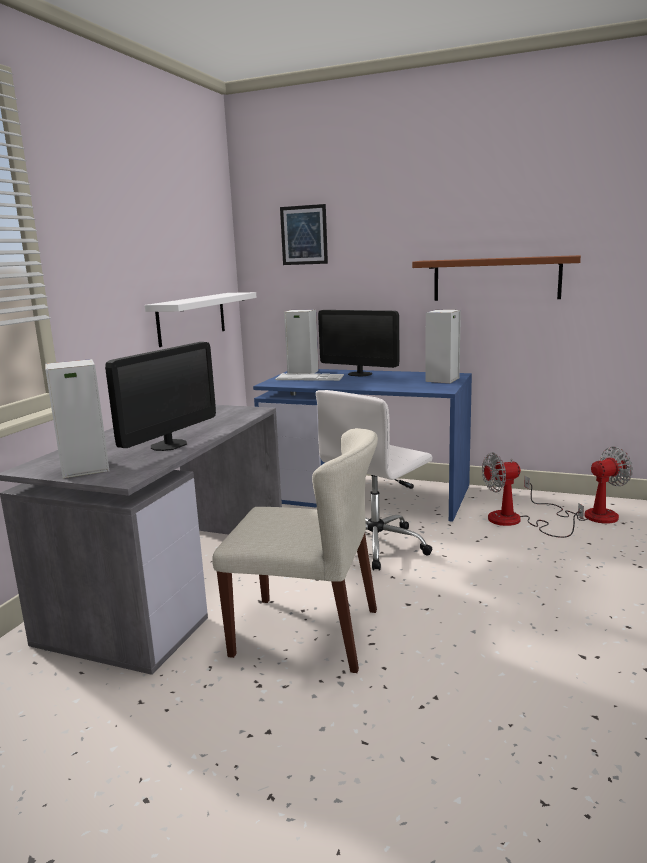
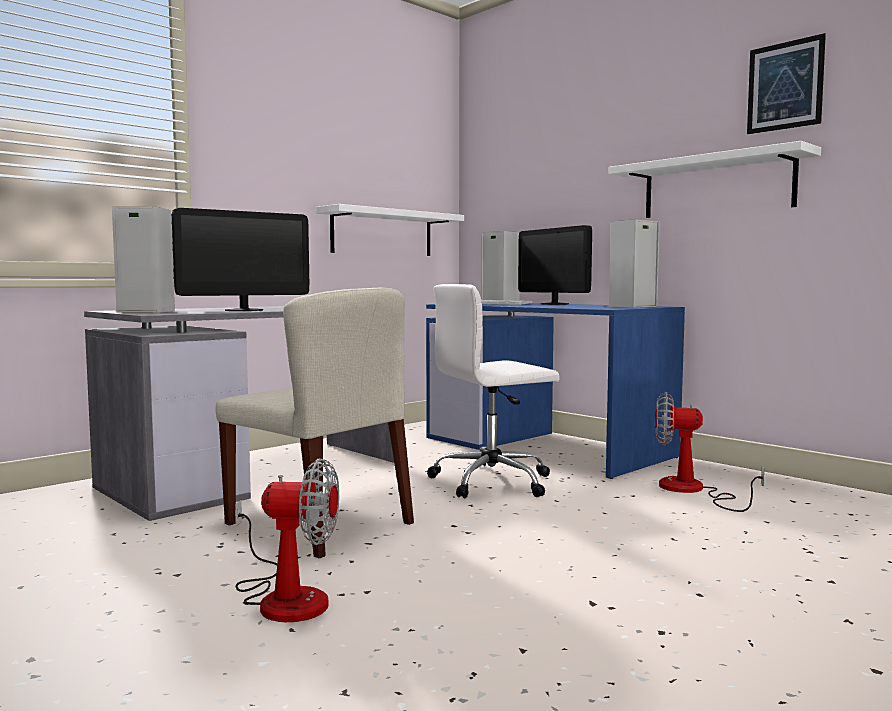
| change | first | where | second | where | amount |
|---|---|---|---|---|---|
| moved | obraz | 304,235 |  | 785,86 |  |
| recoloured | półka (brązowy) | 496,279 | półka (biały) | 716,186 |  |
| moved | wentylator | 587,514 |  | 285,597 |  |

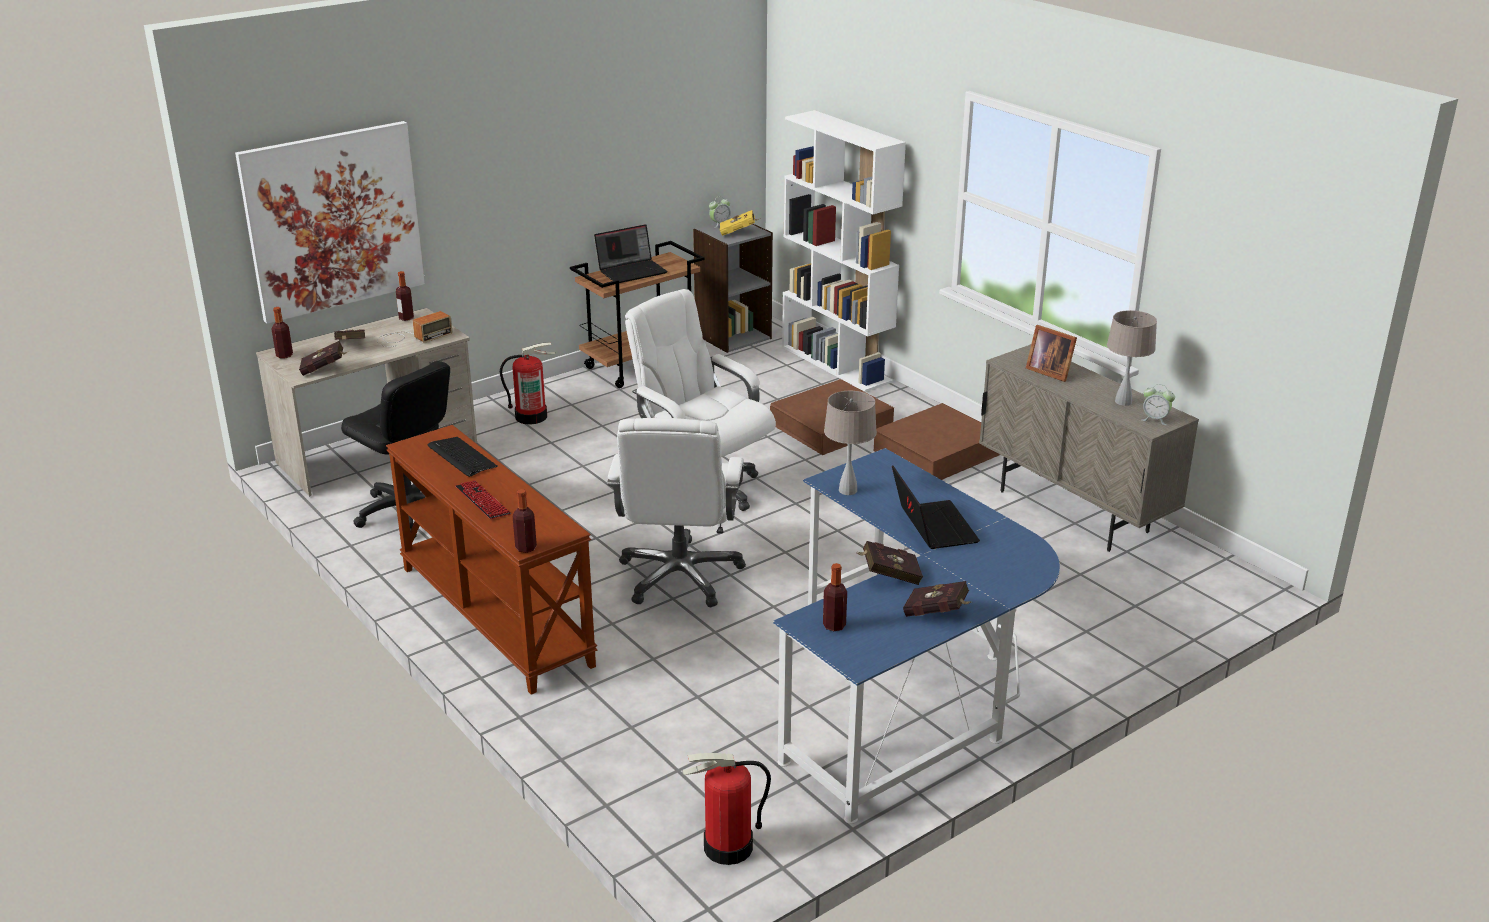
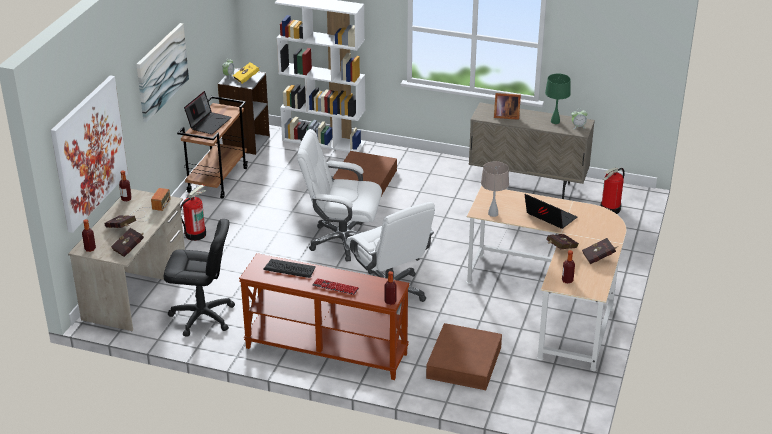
| change | first | where | second | where | amount |
|---|---|---|---|---|---|
| recoloured | lampa stołowa (beżowy) | 1123,402 | lampa stołowa (zielony) | 555,121 |  |
| moved | pojemnik do przechowywania (brązowy) | 936,452 |  | 464,362 |  |
| recoloured | biurko (niebieski) | 910,689 | biurko (beżowy) | 553,302 |  |
| moved | gaśnica | 728,847 |  | 610,209 |  |
| added |  |  | obraz | 161,71 |  |

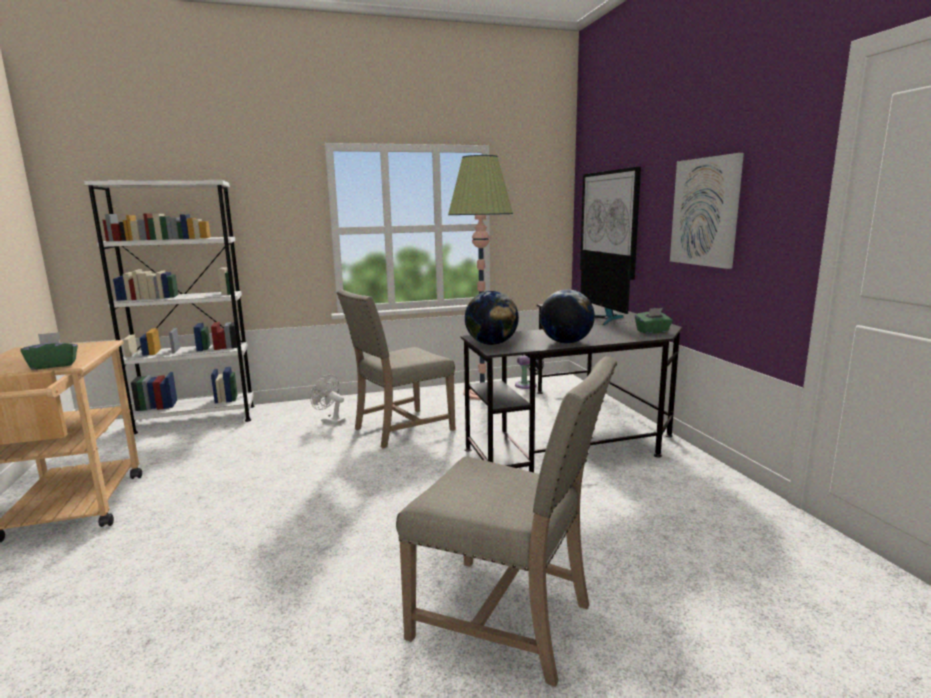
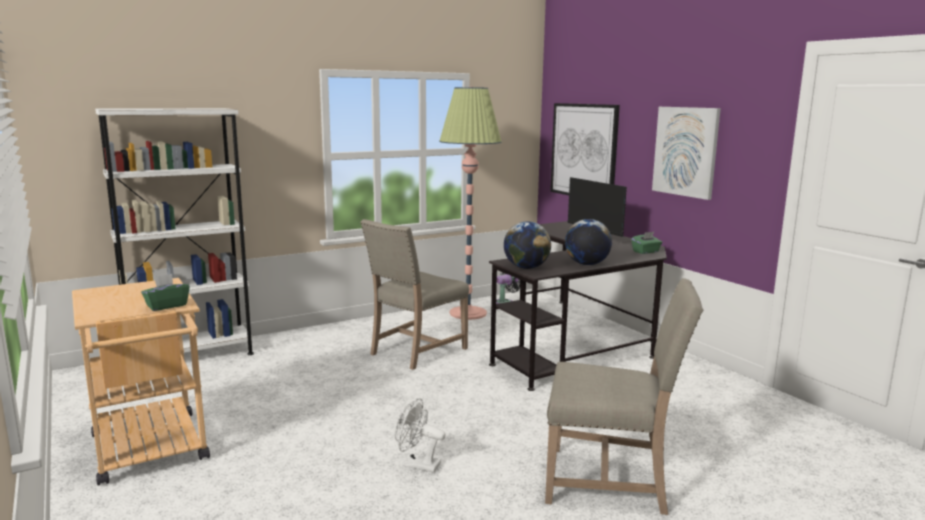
| change | first | where | second | where | amount |
|---|---|---|---|---|---|
| moved | wentylator (biały) | 330,421 |  | 417,465 |  |

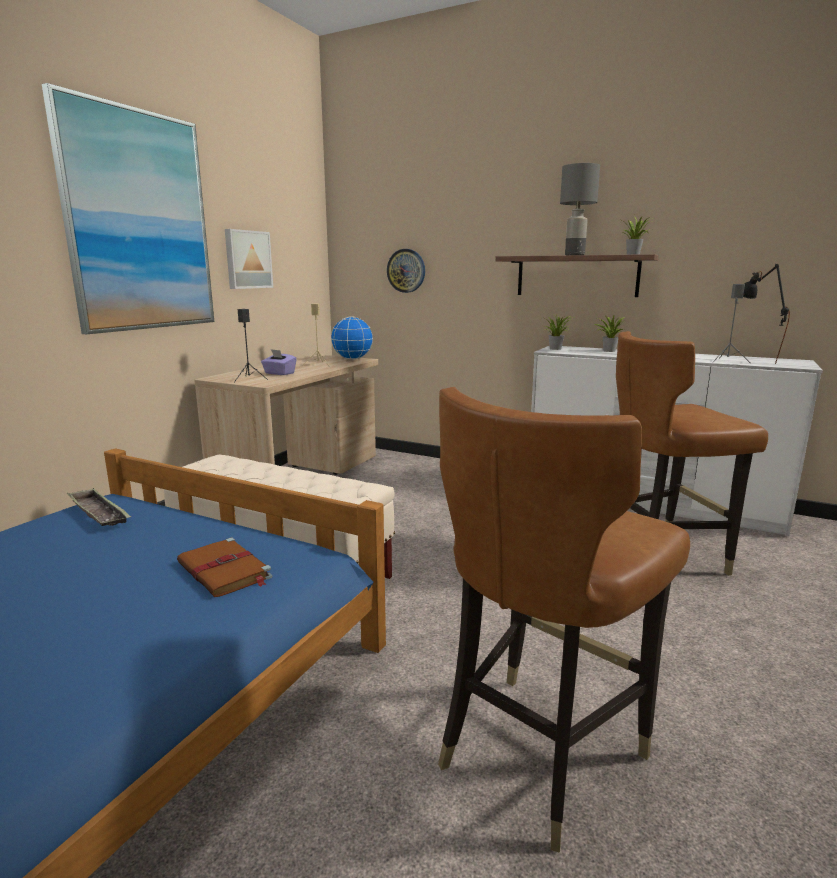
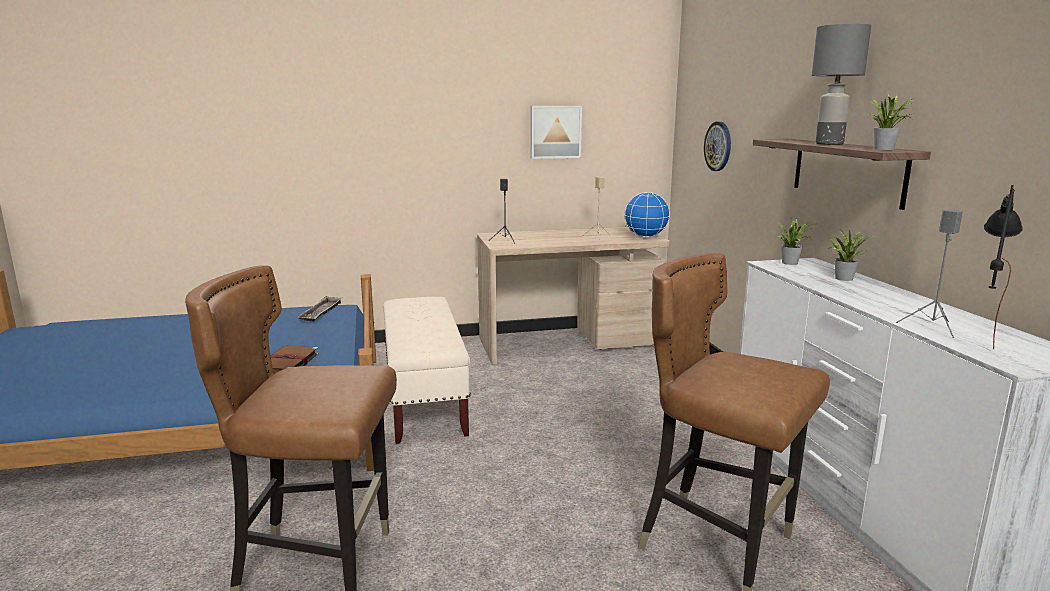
| change | first | where | second | where | amount |
|---|---|---|---|---|---|
| removed | obraz | 139,222 |  |  |  |
| removed | pudełko chusteczek (fioletowy) | 279,373 |  |  |  |

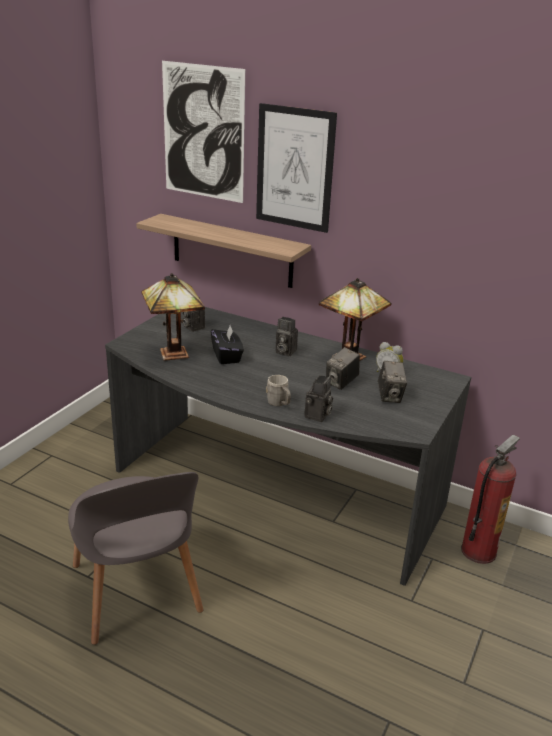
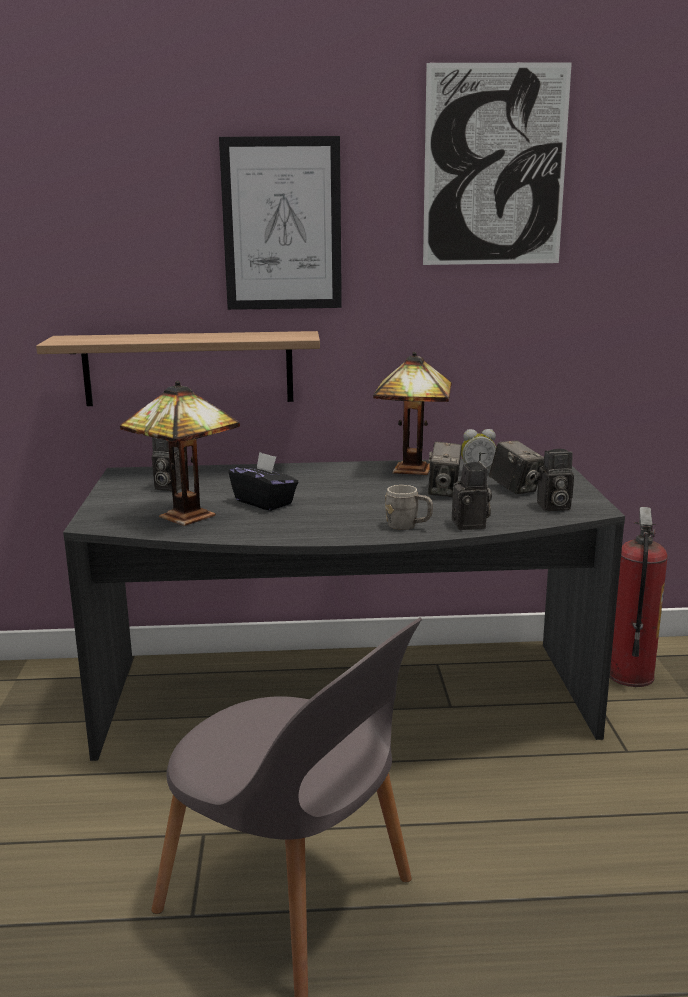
| change | first | where | second | where | amount |
|---|---|---|---|---|---|
| moved | obraz | 203,132 |  | 495,166 |  |
| moved | aparat fotograficzny | 284,351 |  | 552,507 |  |

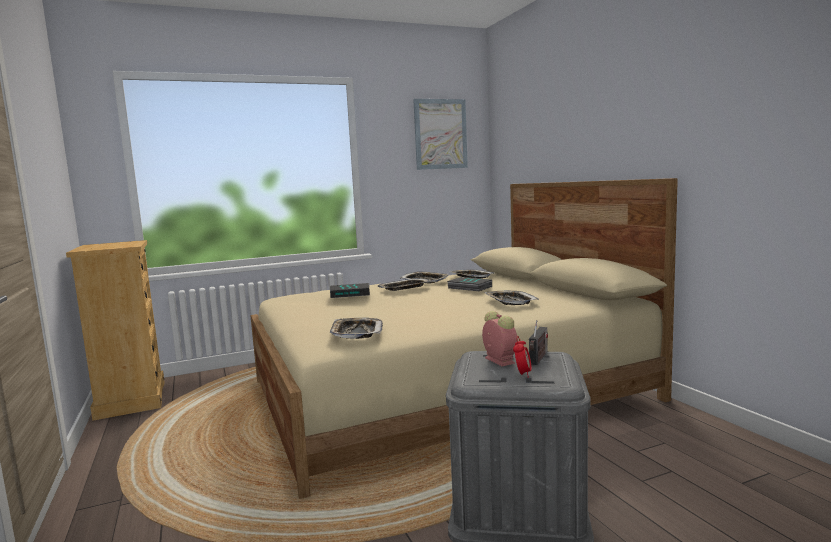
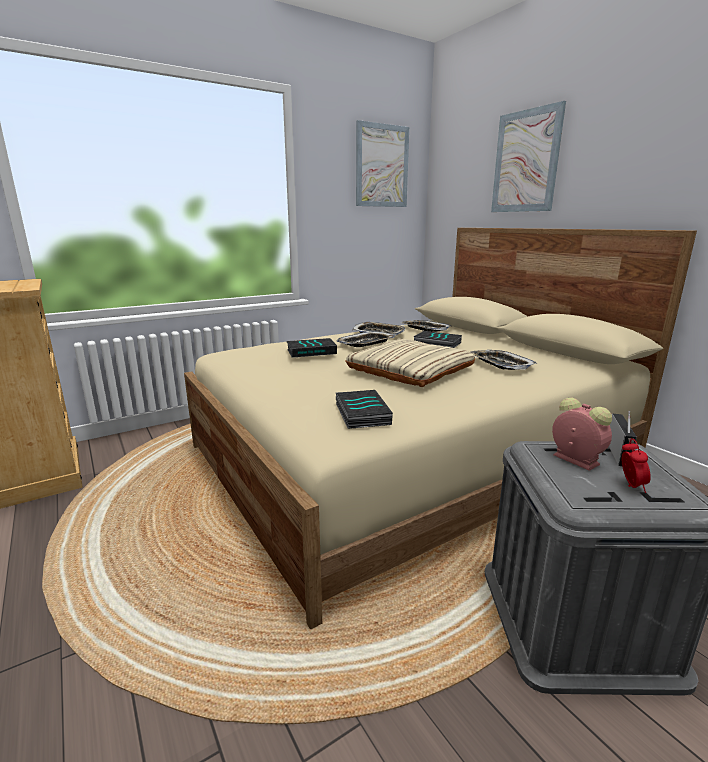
| change | first | where | second | where | amount |
|---|---|---|---|---|---|
| replaced | taca | 356,333 | książka | 360,413 |  |
| added |  |  | obraz | 526,162 |  |
| added |  |  | poduszka (beżowy) | 410,370 |  |

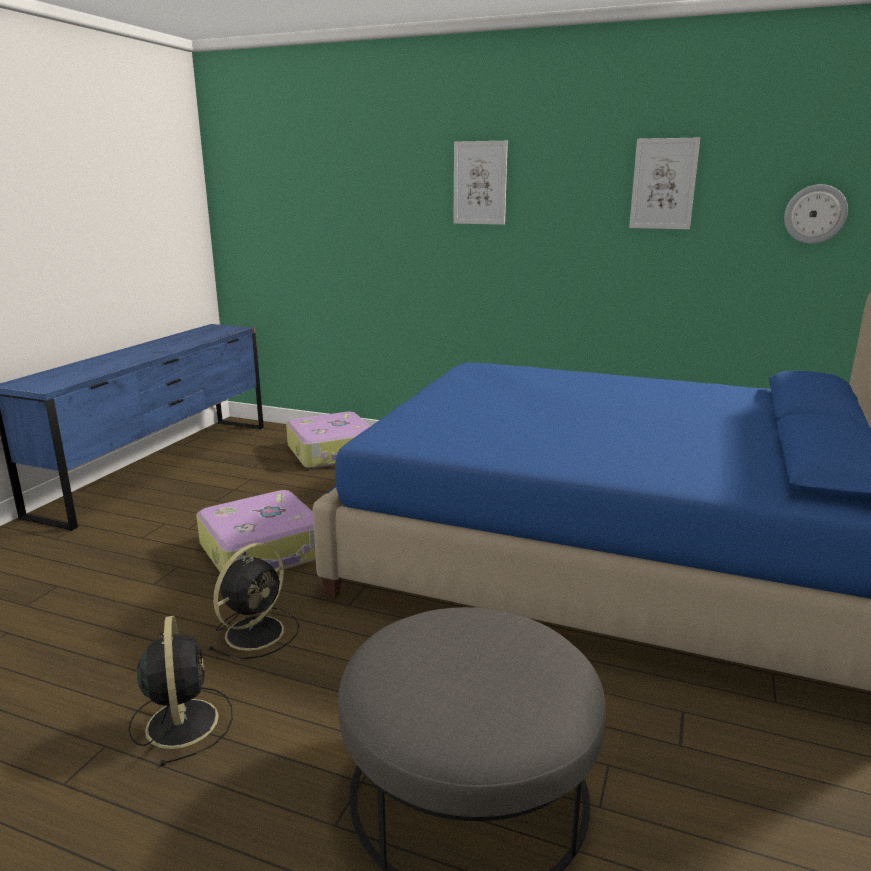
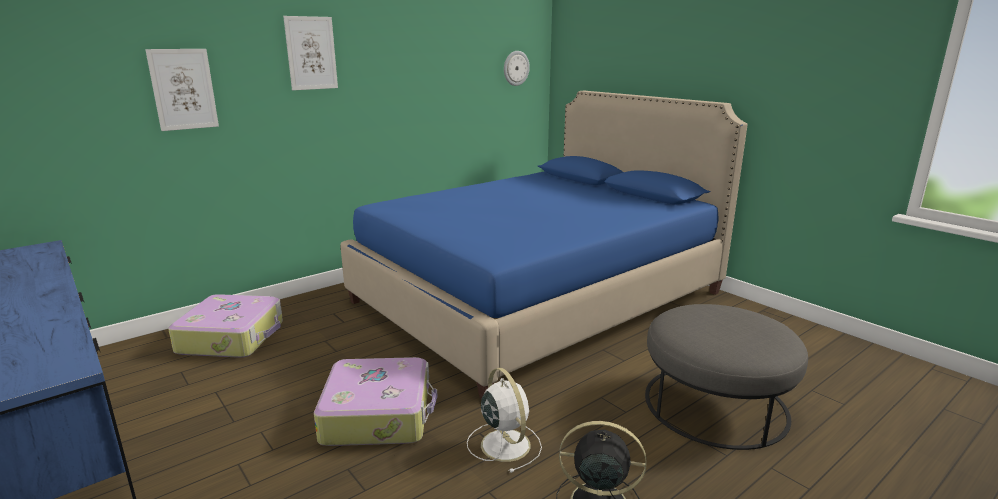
| change | first | where | second | where | amount |
|---|---|---|---|---|---|
| moved | obraz | 663,184 |  | 183,89 |  |
| recoloured | wentylator (czarny) | 257,631 | wentylator (biały) | 504,443 |  |

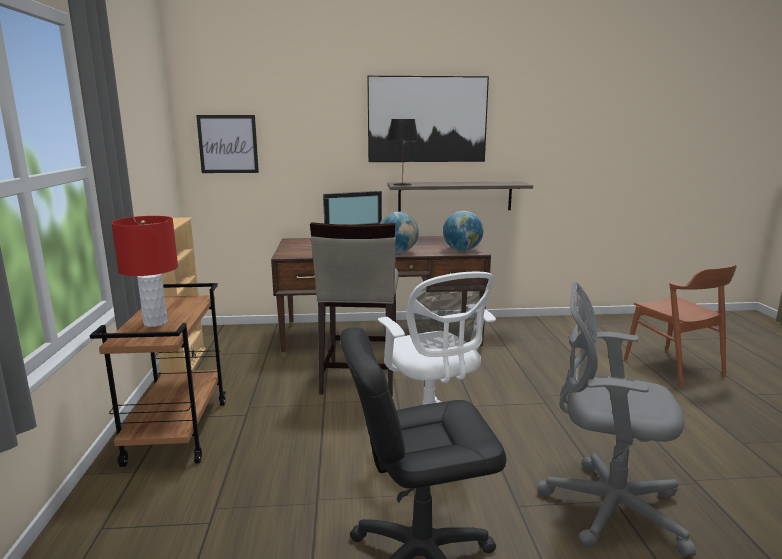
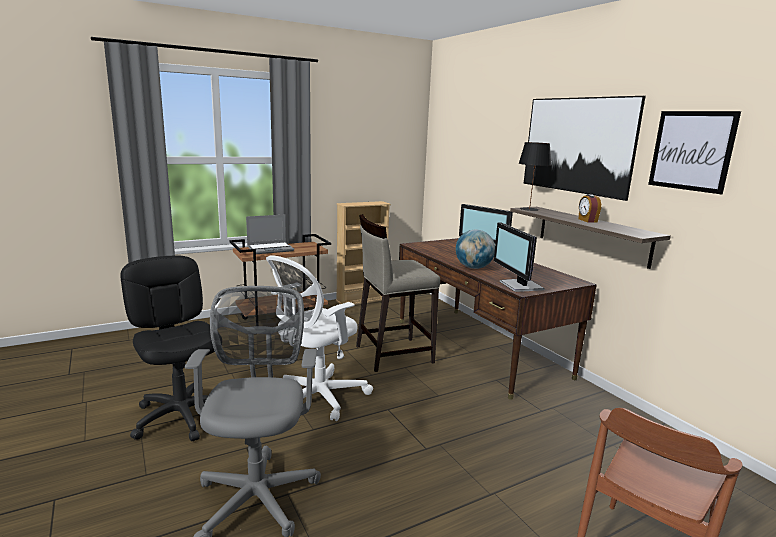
| change | first | where | second | where | amount |
|---|---|---|---|---|---|
| moved | obraz | 228,144 |  | 691,151 |  |
| replaced | globus | 462,250 | monitor | 519,286 |  |
| replaced | lampa stołowa (czerwony) | 155,323 | laptop | 270,249 |  |
| added |  |  | budzik | 587,220 |  |

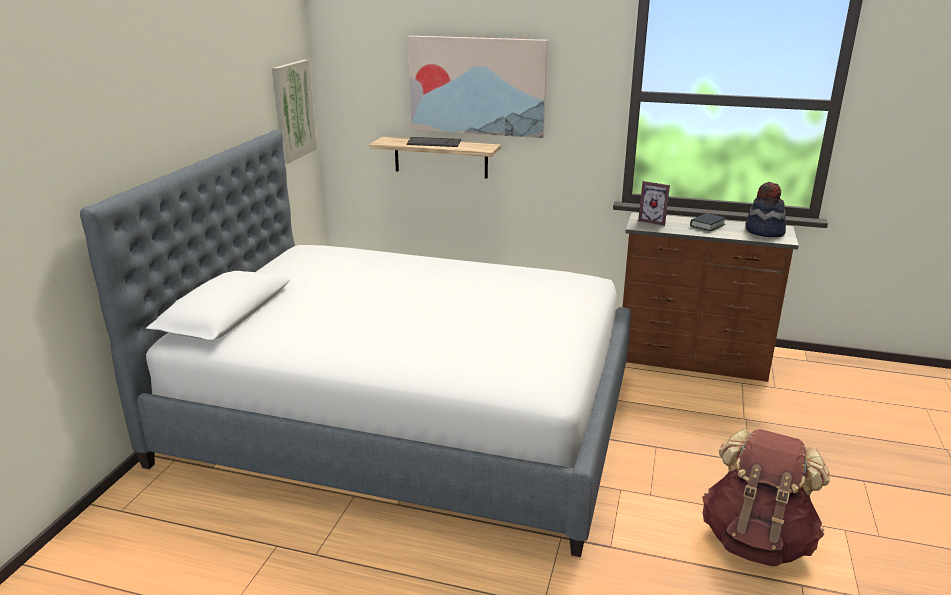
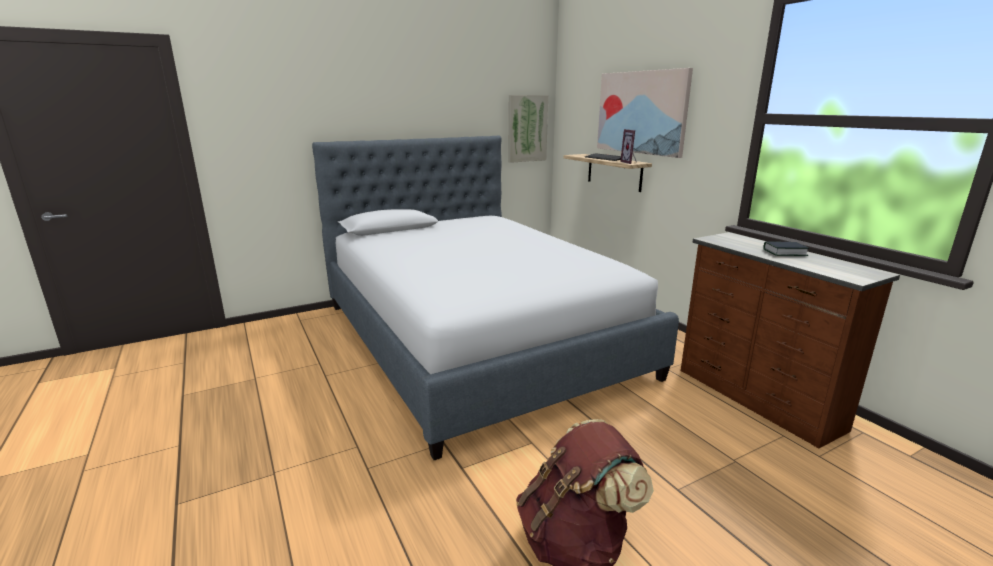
| change | first | where | second | where | amount |
|---|---|---|---|---|---|
| moved | ramka na zdjęcie | 653,221 |  | 630,162 |  |
| removed | kapelusz | 764,232 |  |  |  |

